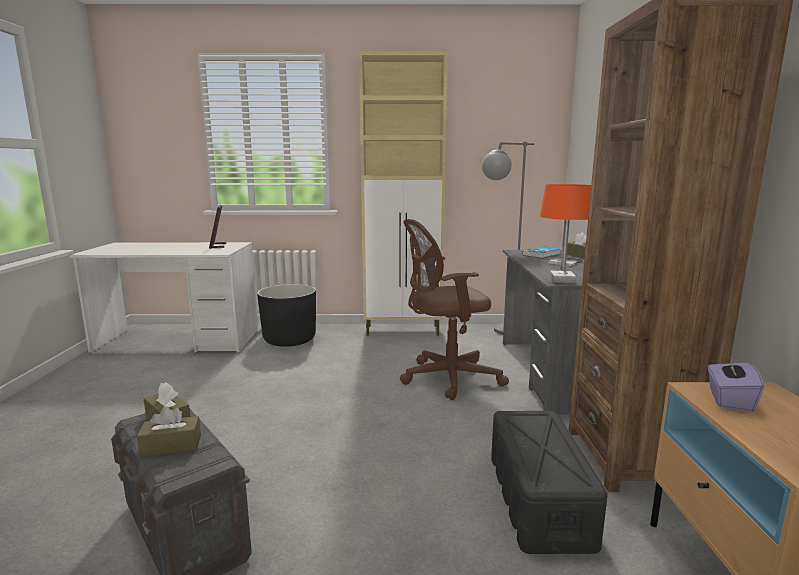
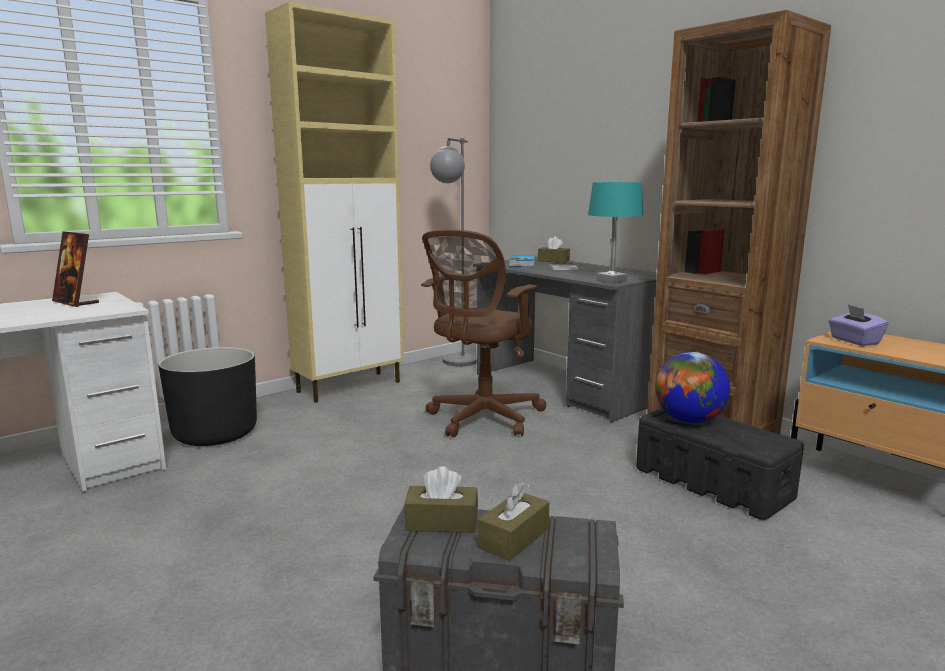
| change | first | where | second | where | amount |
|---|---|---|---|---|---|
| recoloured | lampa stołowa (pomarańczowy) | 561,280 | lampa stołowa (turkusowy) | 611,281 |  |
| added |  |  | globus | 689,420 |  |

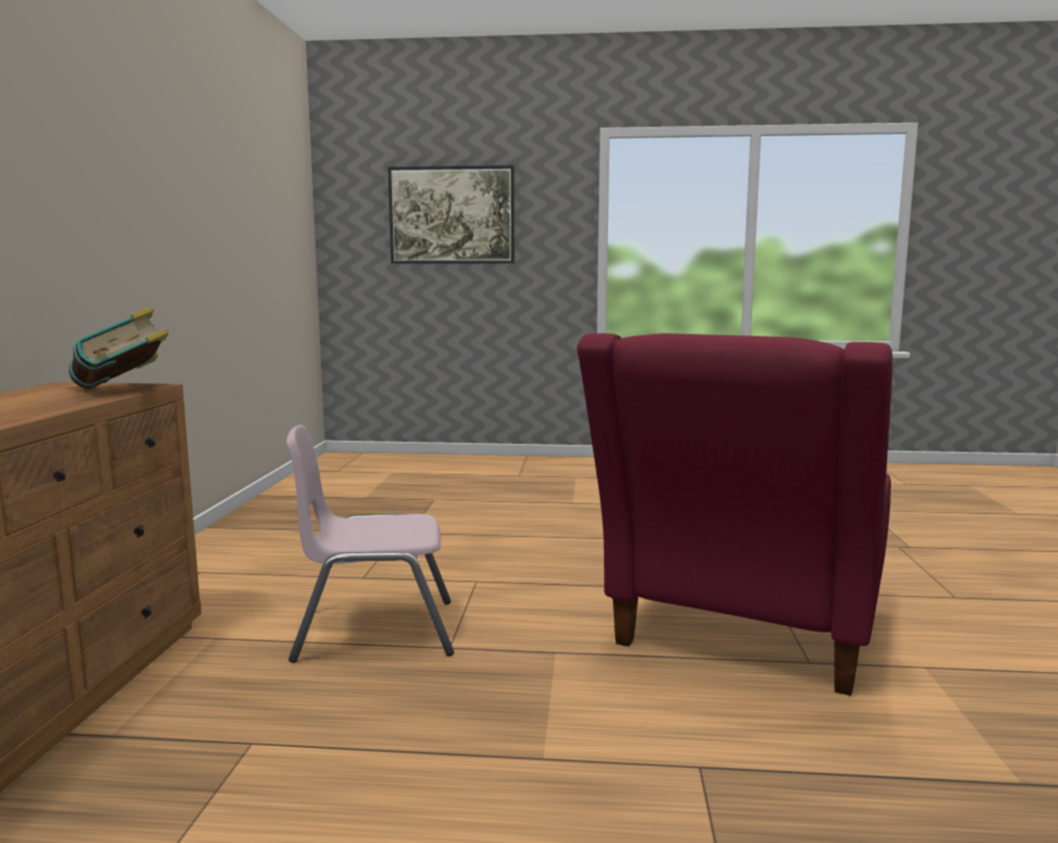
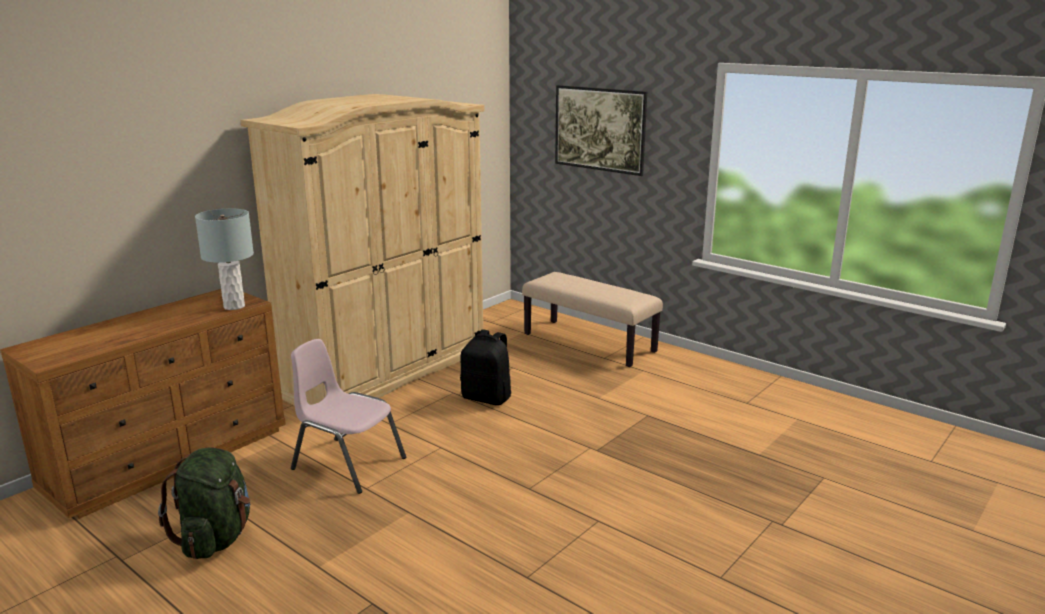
| change | first | where | second | where | amount |
|---|---|---|---|---|---|
| replaced | książka | 122,390 | lampa stołowa (szary) | 234,306 |  |
| removed | fotel (czerwony) | 740,639 |  |  |  |
| added |  |  | szafa (beżowy) | 387,370 |  |
| added |  |  | ławka (beżowy) | 590,343 |  |
| added |  |  | plecak (czarny) | 487,398 |  |
| added |  |  | plecak (zielony) | 216,538 |  |

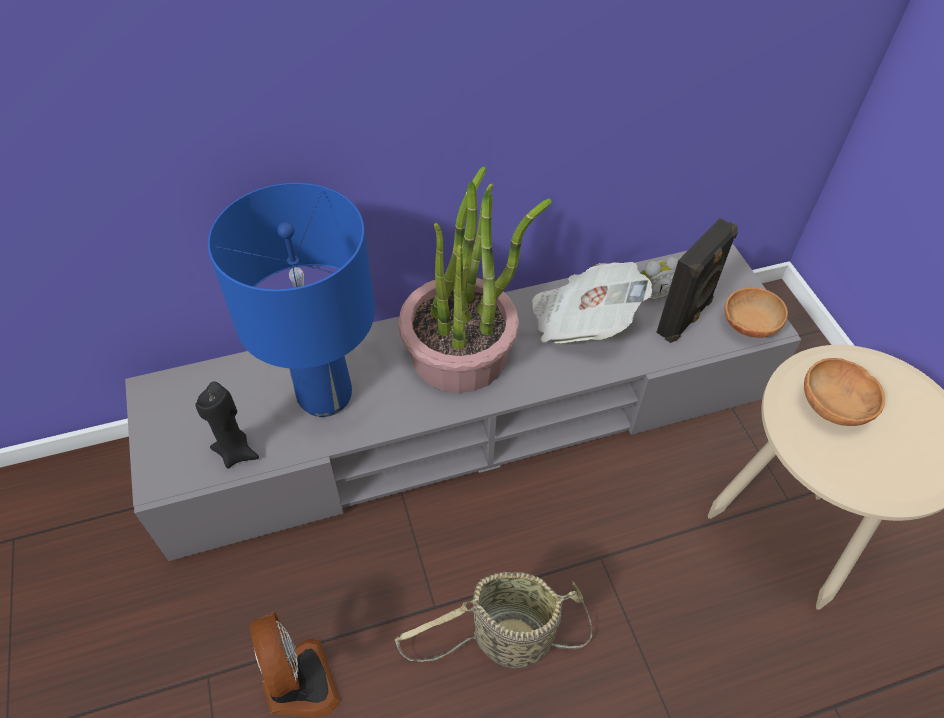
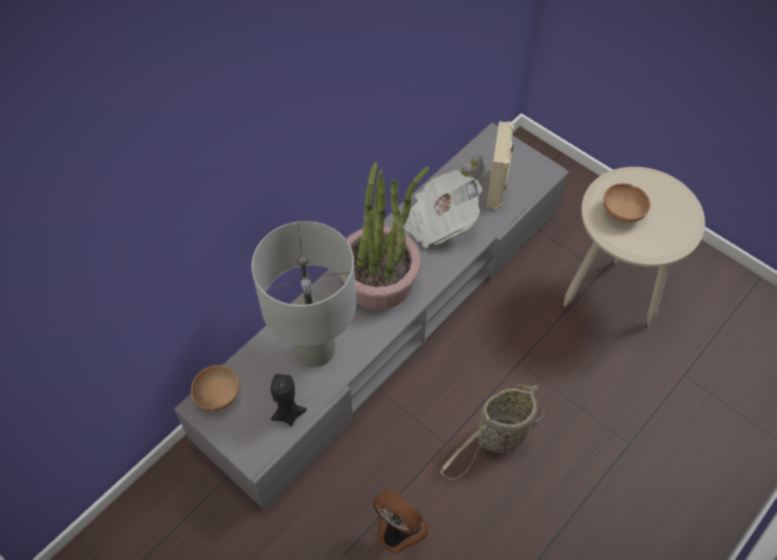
| change | first | where | second | where | amount |
|---|---|---|---|---|---|
| recoloured | lampa stołowa (niebieski) | 324,395 | lampa stołowa (szary) | 315,350 |  |
| recoloured | głośnik (czarny) | 685,318 | głośnik (beżowy) | 497,189 |  |
| moved | miska (brązowy) | 748,325 |  | 217,395 |  |

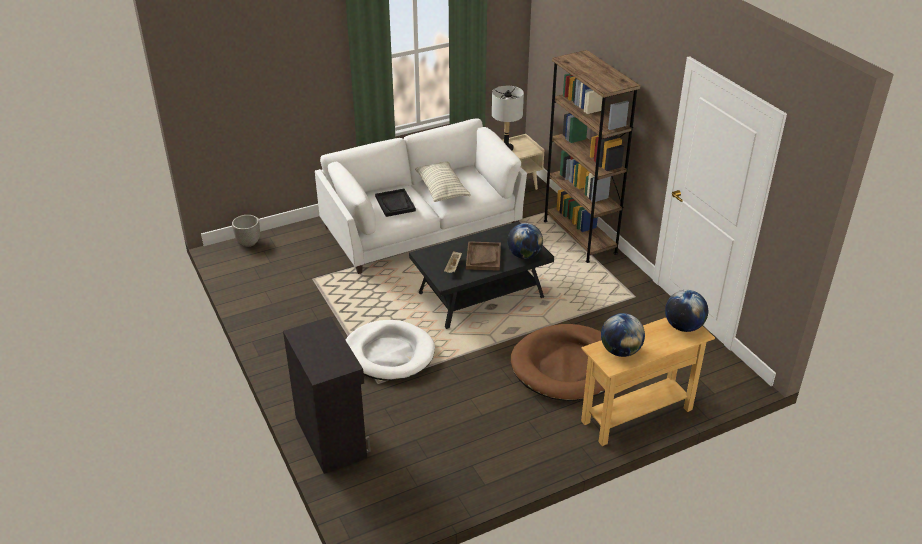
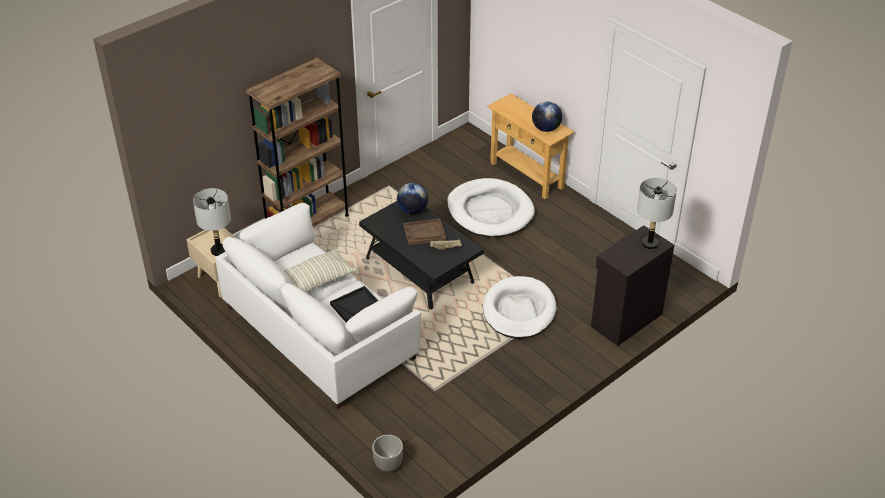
| change | first | where | second | where | amount |
|---|---|---|---|---|---|
| removed | globus | 683,327 |  |  |  |
| recoloured | legowisko (brązowy) | 568,366 | legowisko (biały) | 490,211 |  |
| added |  |  | lampa stołowa (szary) | 649,243 |  |

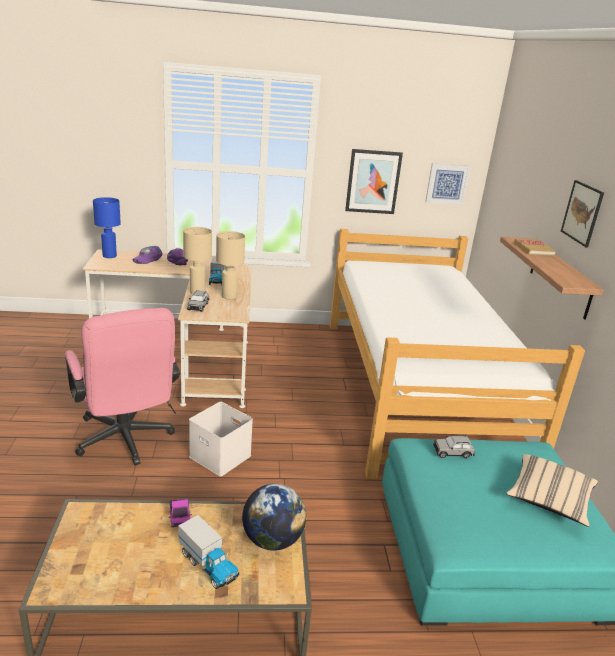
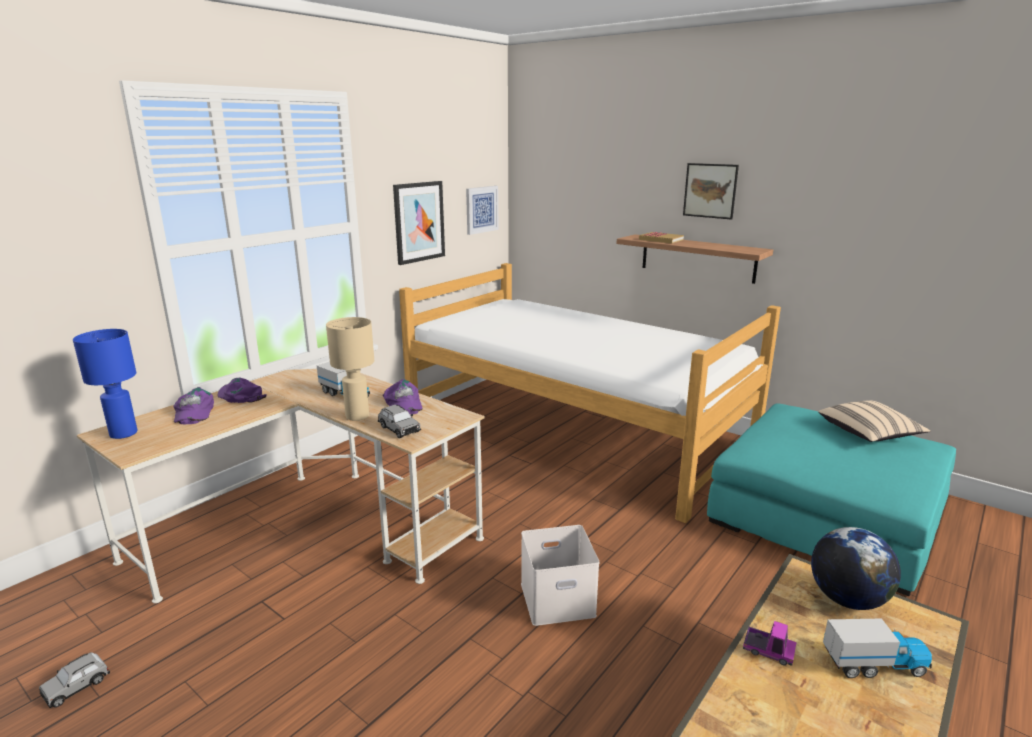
| change | first | where | second | where | amount |
|---|---|---|---|---|---|
| replaced | lampa stołowa (beżowy) | 229,296 | czapka z daszkiem (fioletowy) | 403,404 |  |
| removed | krzesło biurowe (różowy) | 125,441 |  |  |  |
| moved | samochodzik (szary) | 452,452 |  | 76,686 |  |

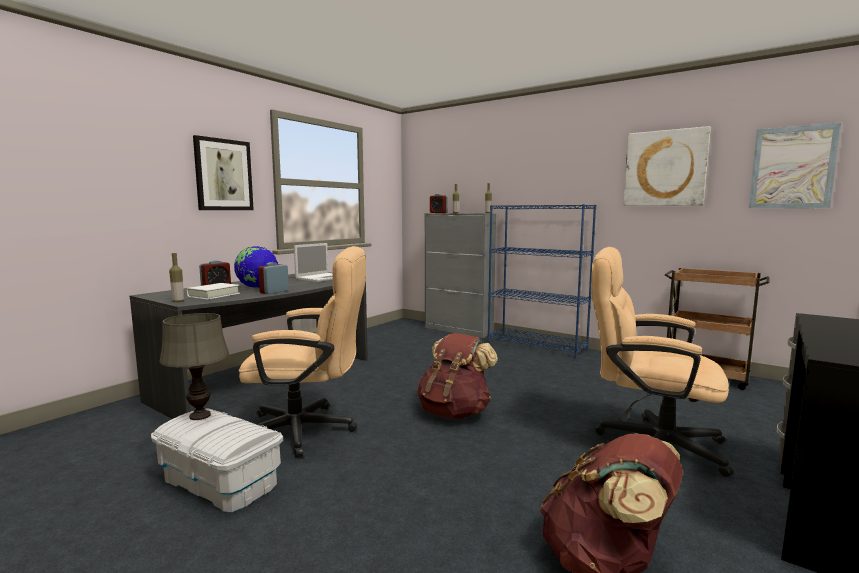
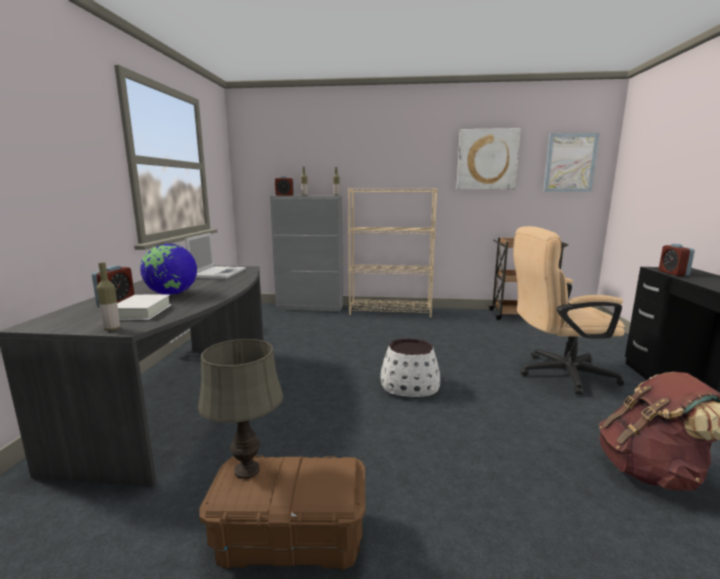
| change | first | where | second | where | amount |
|---|---|---|---|---|---|
| removed | obraz | 223,175 |  |  |  |
| recoloured | regał (niebieski) | 537,345 | regał (beżowy) | 390,311 |  |
| removed | krzesło biurowe (beżowy) | 309,430 |  |  |  |
| moved | budzik | 274,292 |  | 673,273 |  |
| replaced | plecak (brązowy) | 454,412 | donica (biały) | 409,385 |  |
| recoloured | pojemnik do przechowywania (biały) | 219,482 | pojemnik do przechowywania (brązowy) | 290,538 |  |

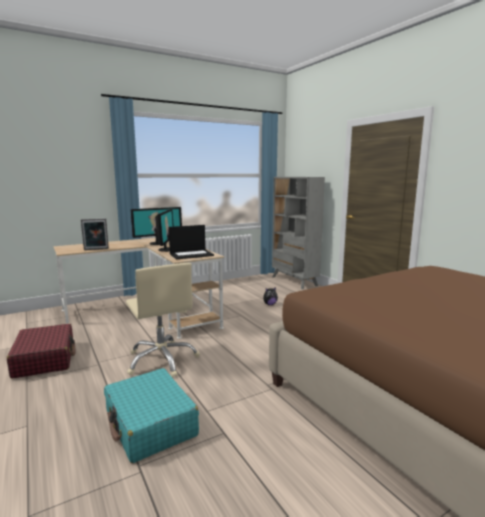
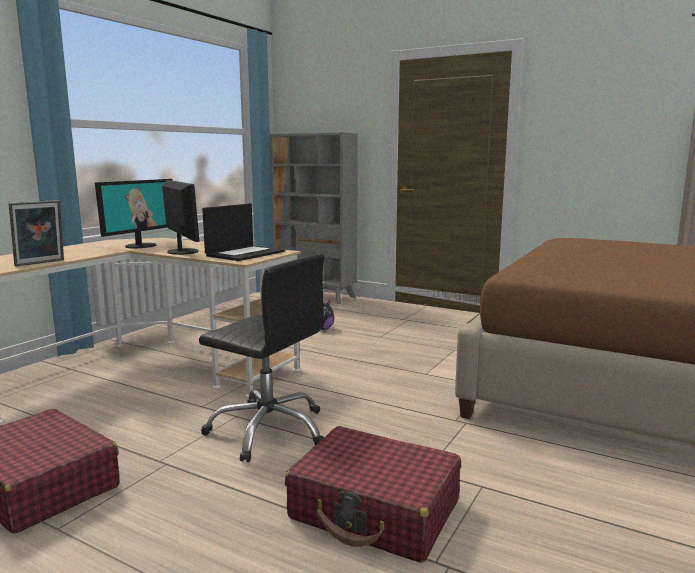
| change | first | where | second | where | amount |
|---|---|---|---|---|---|
| recoloured | krzesło biurowe (beżowy) | 162,360 | krzesło biurowe (czarny) | 268,430 |  |
| recoloured | walizka (turkusowy) | 150,424 | walizka (czerwony) | 375,510 |  |

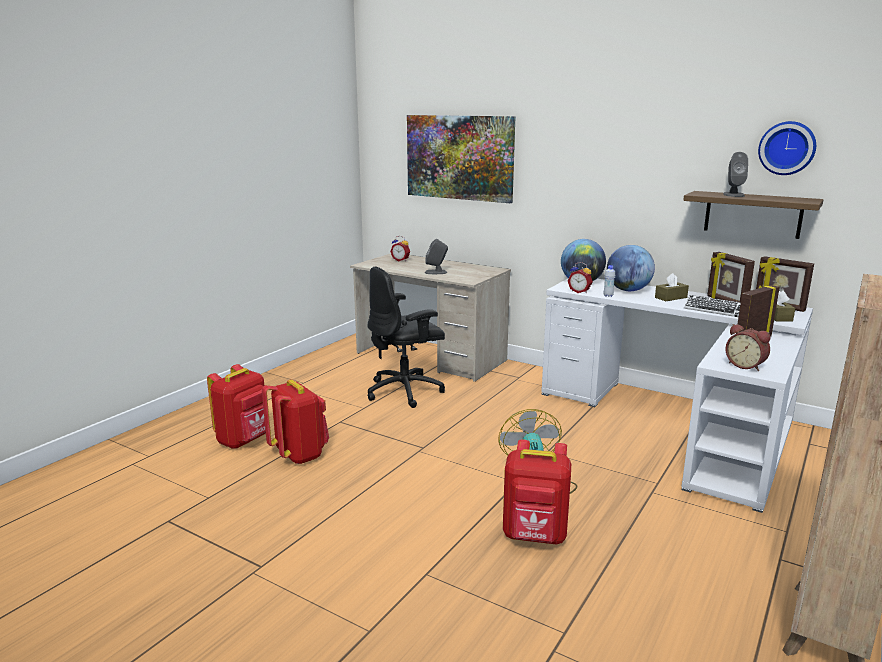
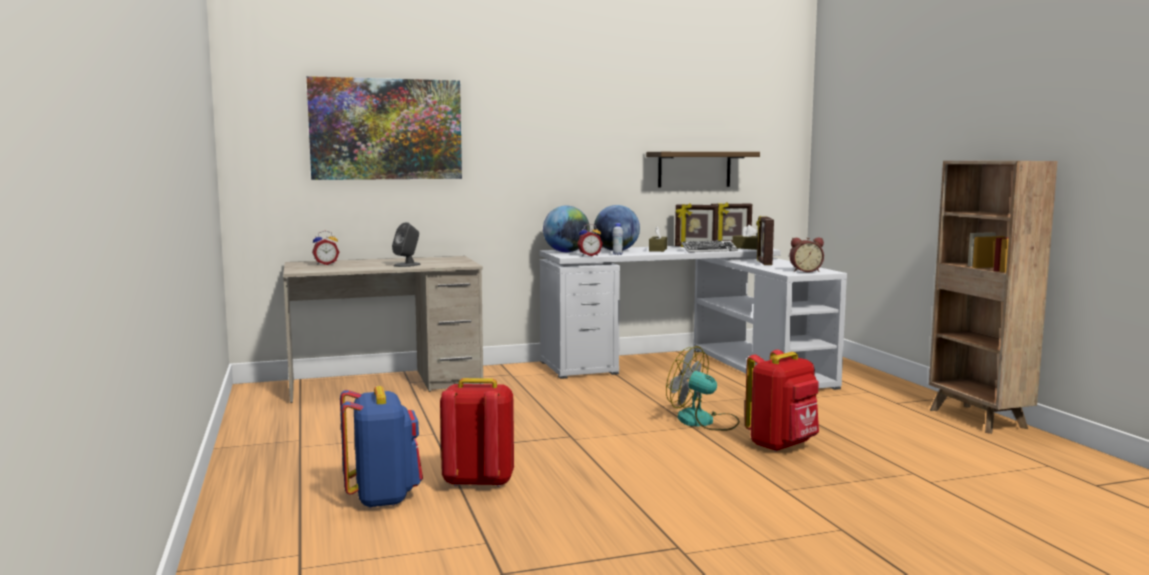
| change | first | where | second | where | amount |
|---|---|---|---|---|---|
| removed | zegar ścienny | 787,148 |  |  |  |
| removed | głośnik (szary) | 733,195 |  |  |  |
| removed | krzesło biurowe (czarny) | 405,391 |  |  |  |
| recoloured | plecak (czerwony) | 244,440 | plecak (niebieski) | 383,497 |  |

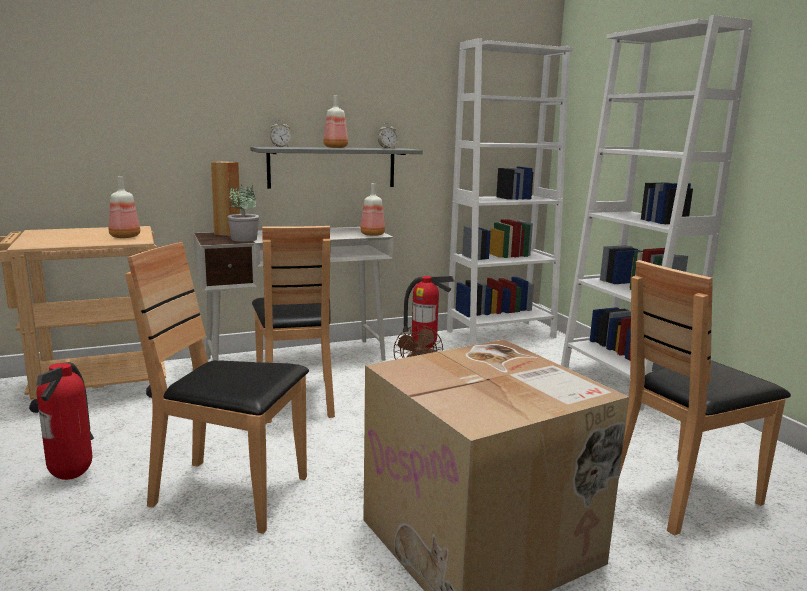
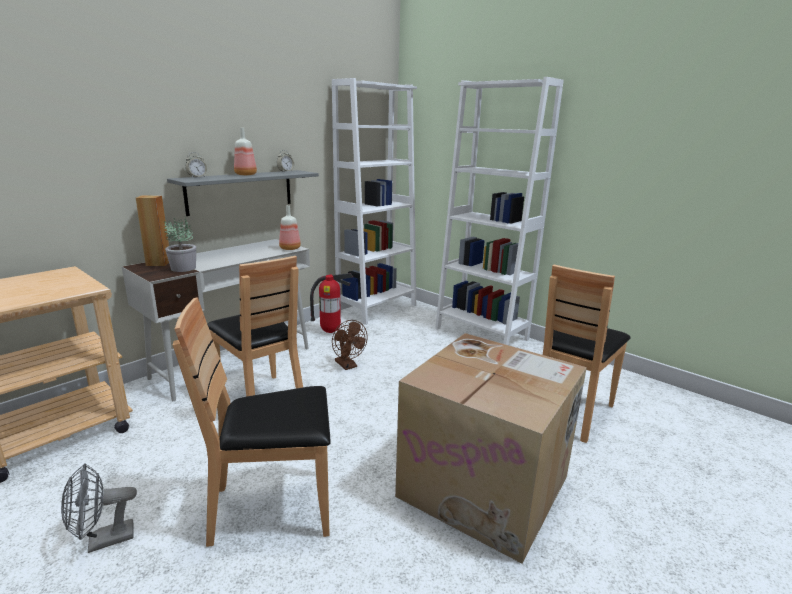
| change | first | where | second | where | amount |
|---|---|---|---|---|---|
| removed | butelka | 124,237 |  |  |  |
| replaced | gaśnica | 72,476 | wentylator (szary) | 103,541 |  |

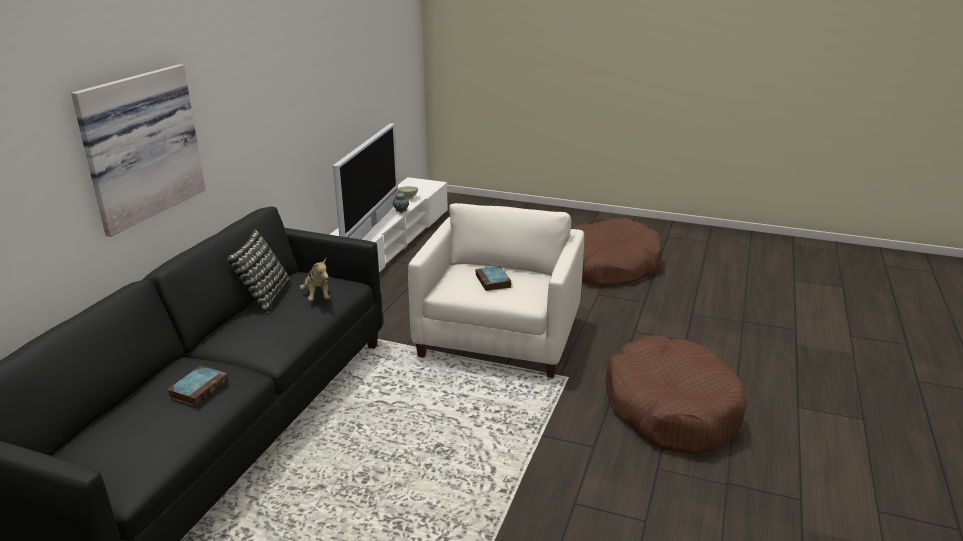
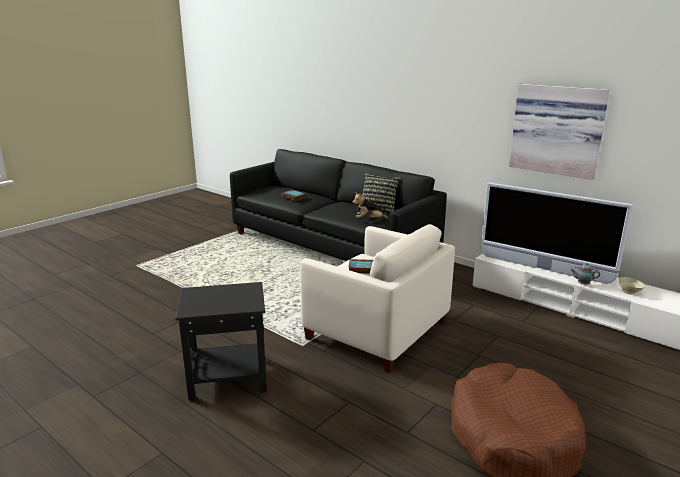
| change | first | where | second | where | amount |
|---|---|---|---|---|---|
| moved | obraz | 139,146 |  | 557,130 |  |
| replaced | legowisko (brązowy) | 671,409 | stolik (czarny) | 227,378 |  |

